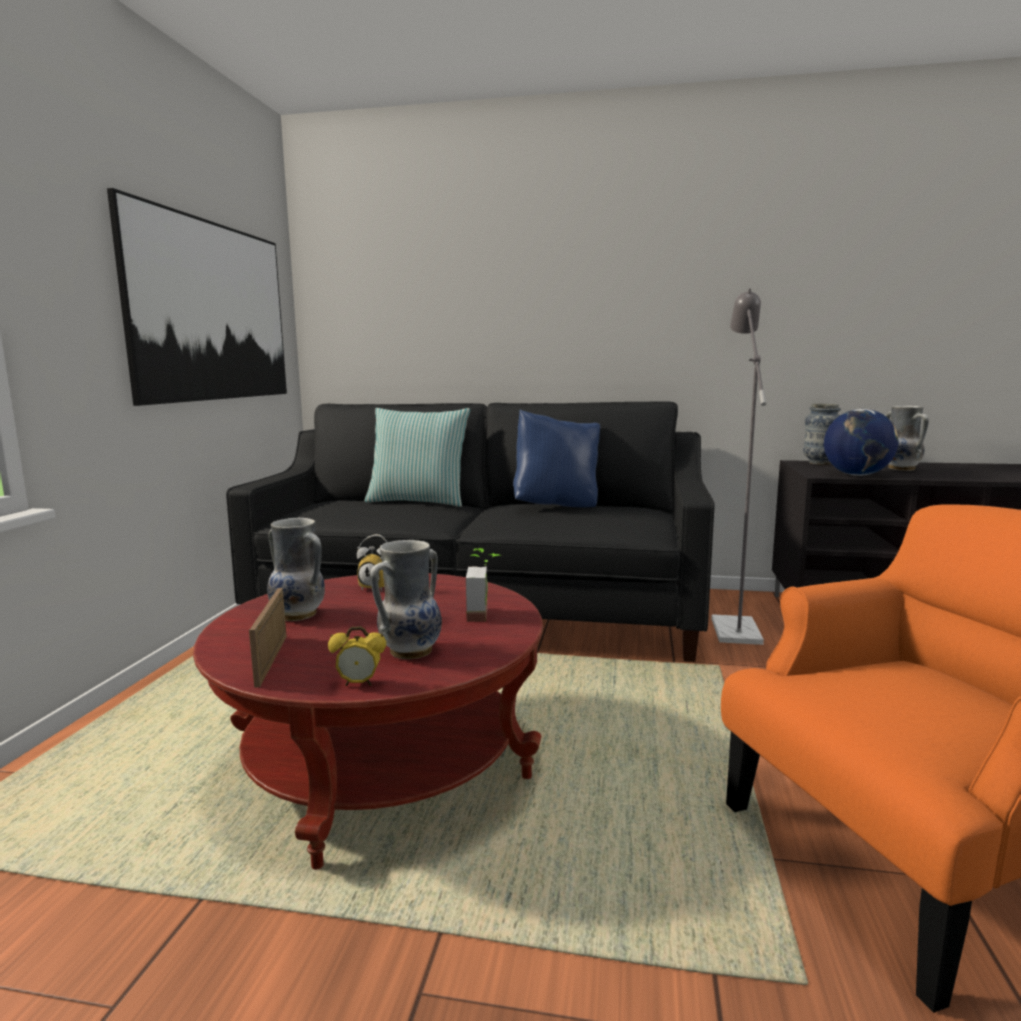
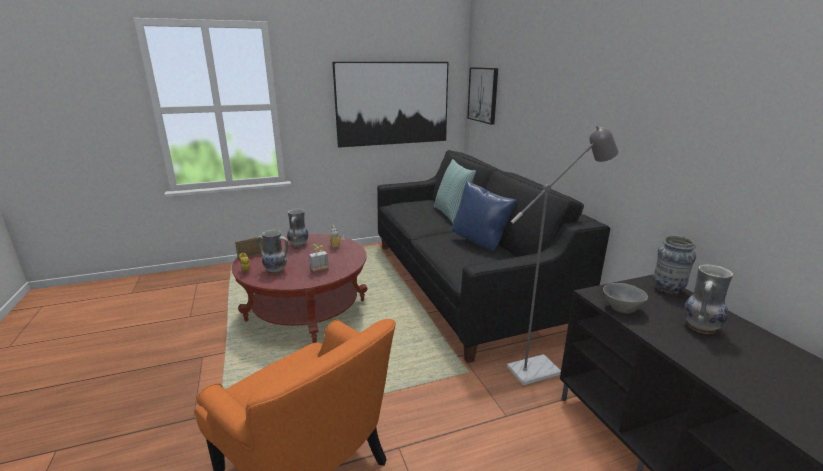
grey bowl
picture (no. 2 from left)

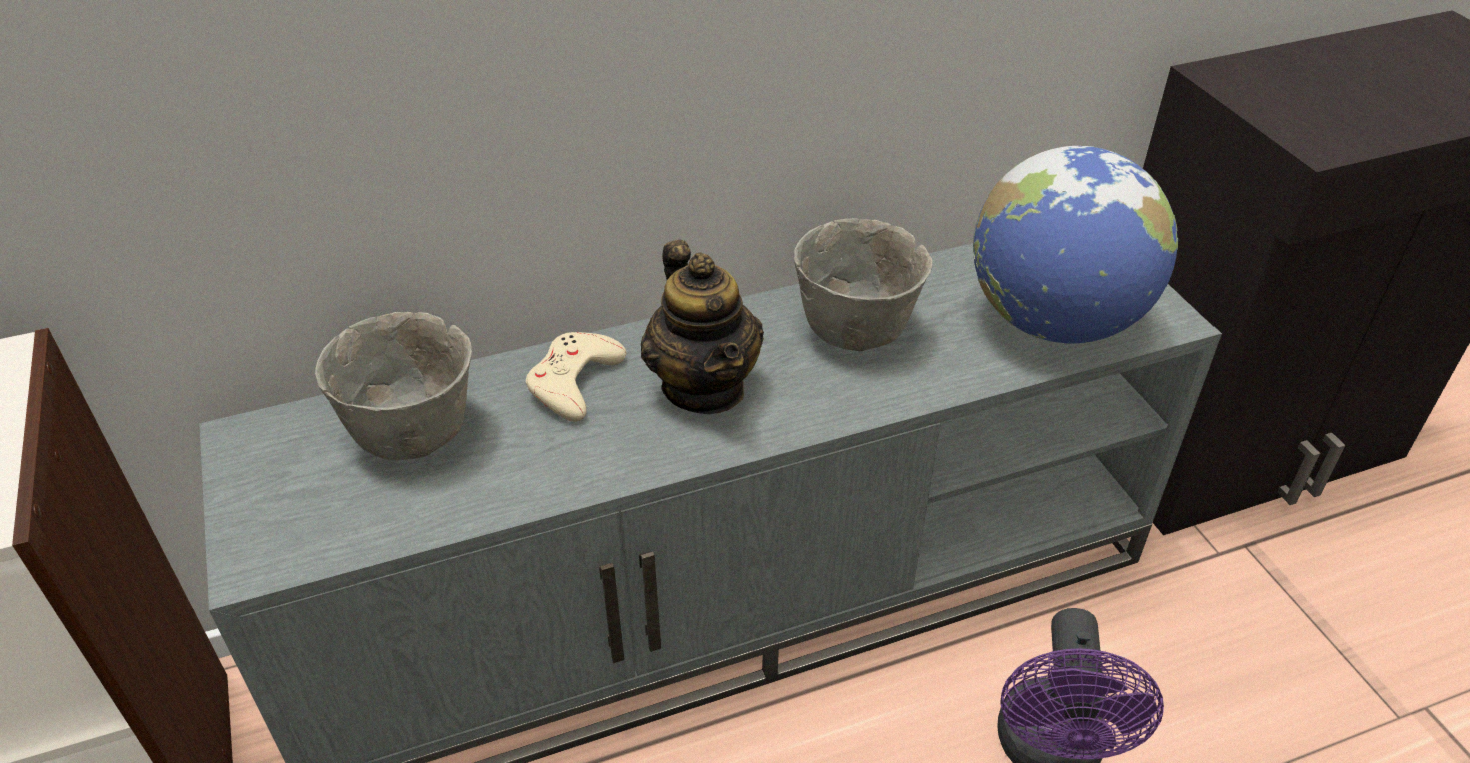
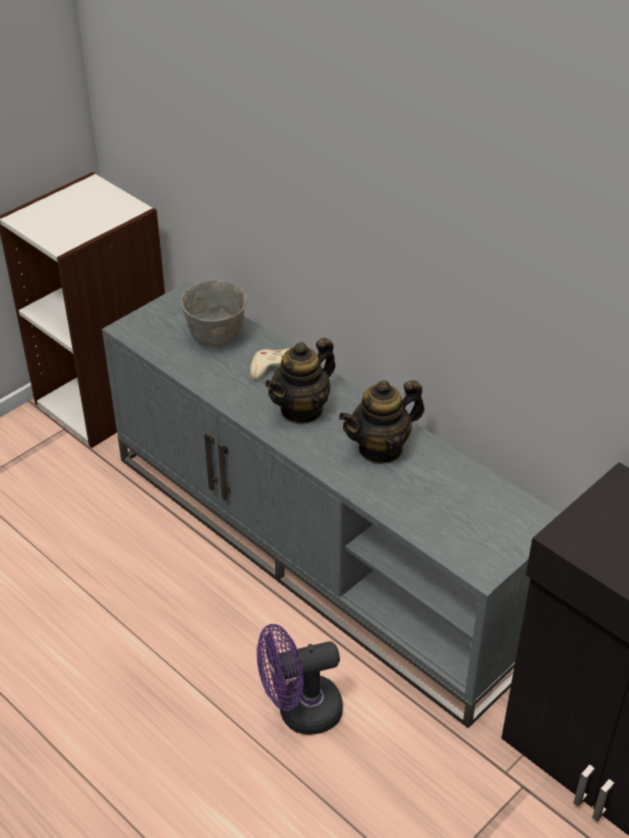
teapot (no. 2 from left)
globe

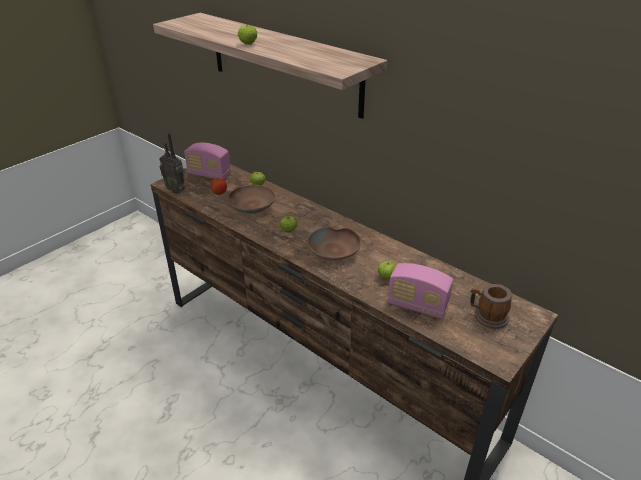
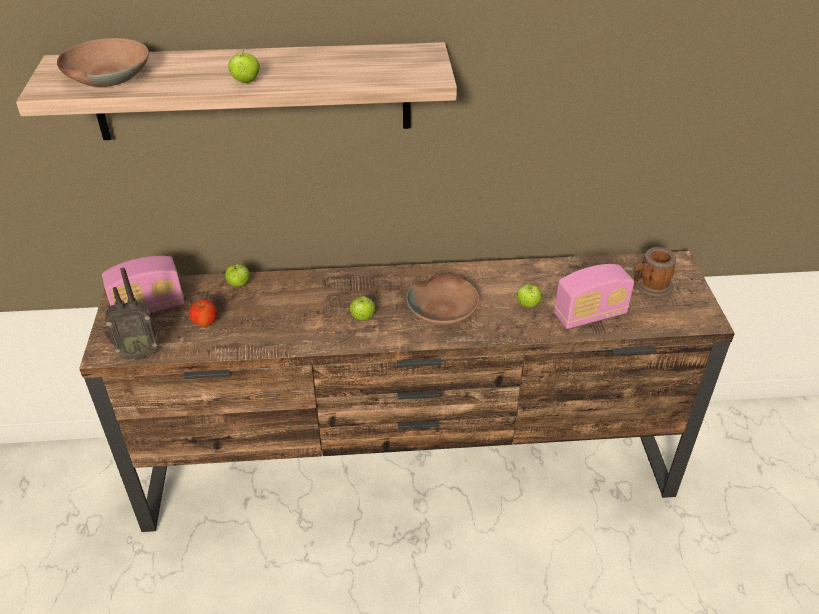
brown bowl (no. 1 from left)

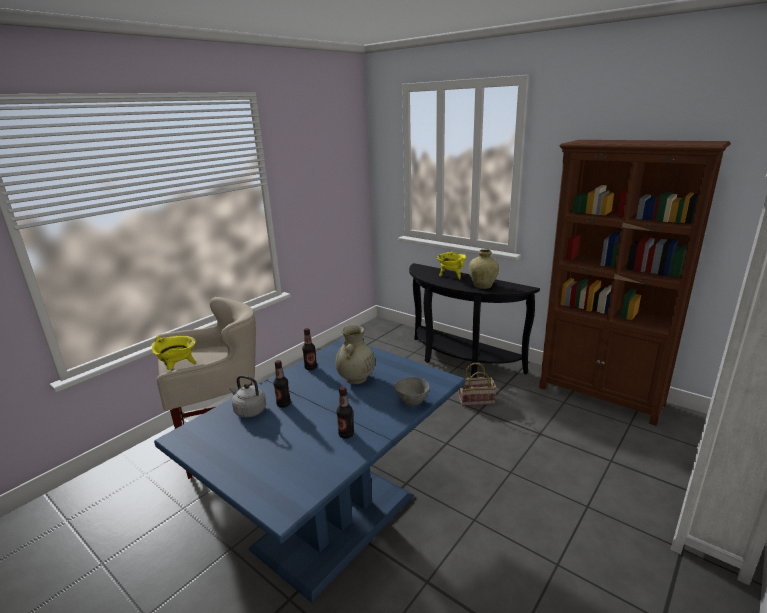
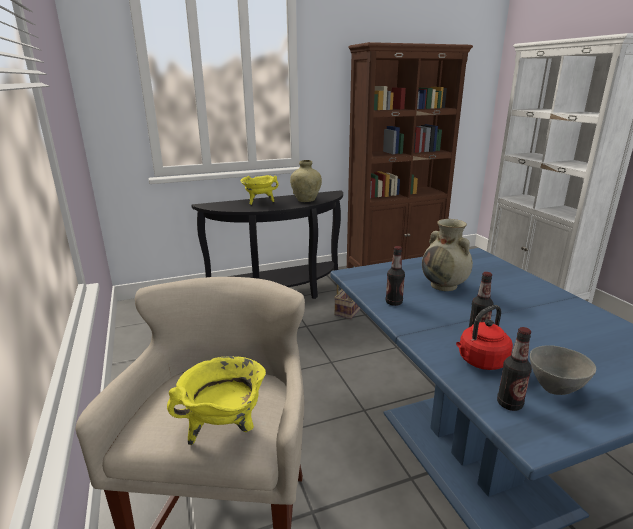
red kettle
bottle (no. 3 from left)
grey bowl

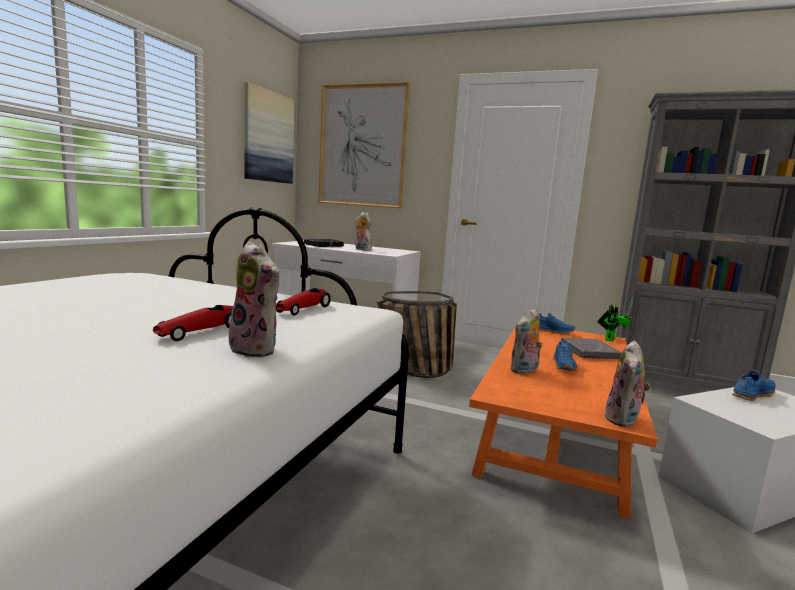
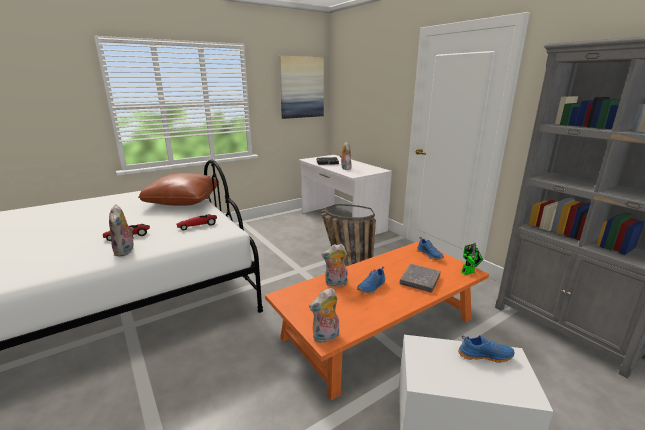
picture (no. 2 from left in the first image)
brown pillow

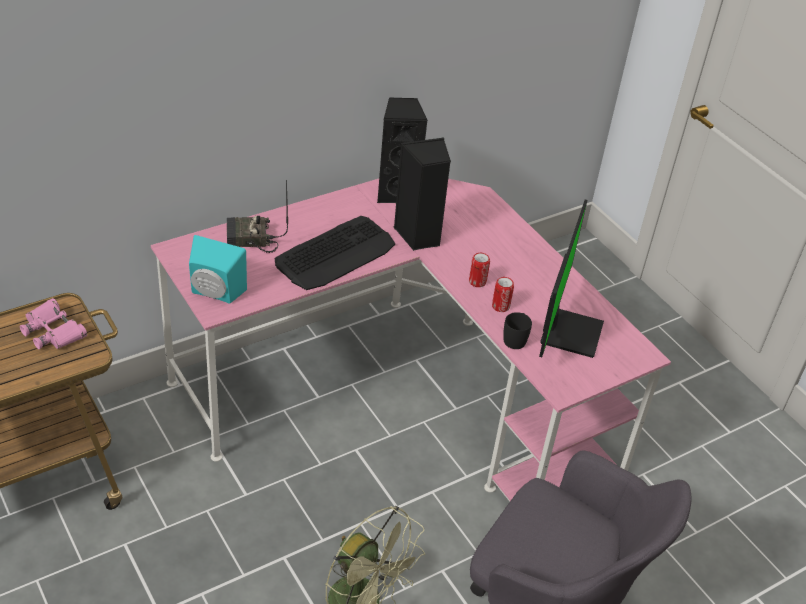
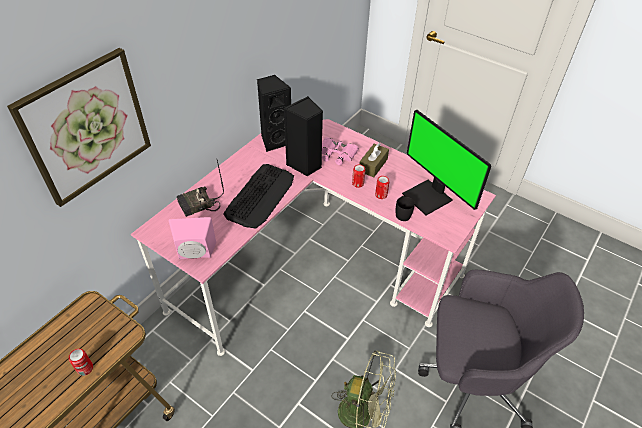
pink binoculars
pink speaker
monitor
picture
can (no. 1 from left)
brown tissue box

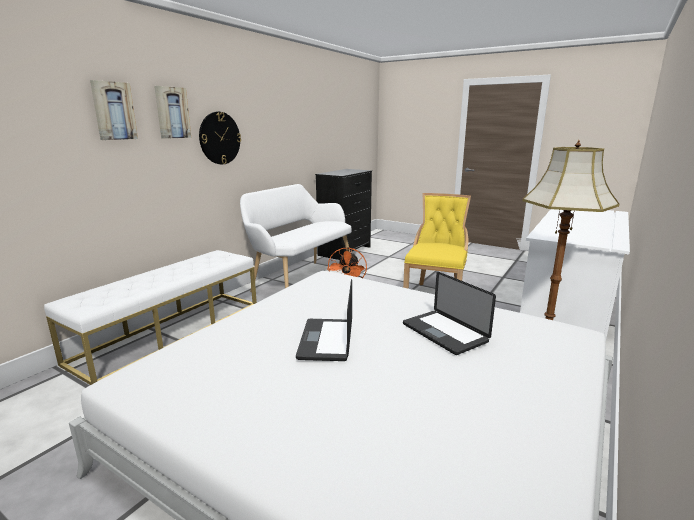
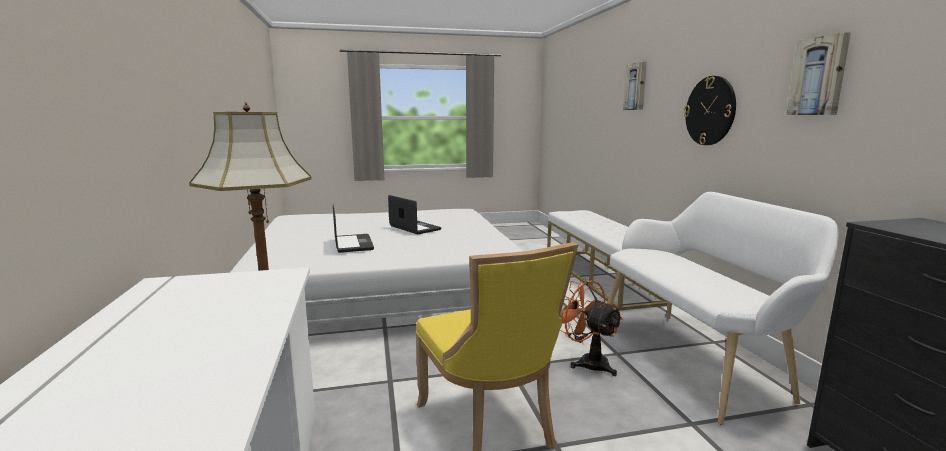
picture (no. 2 from left)
laptop (no. 1 from left)

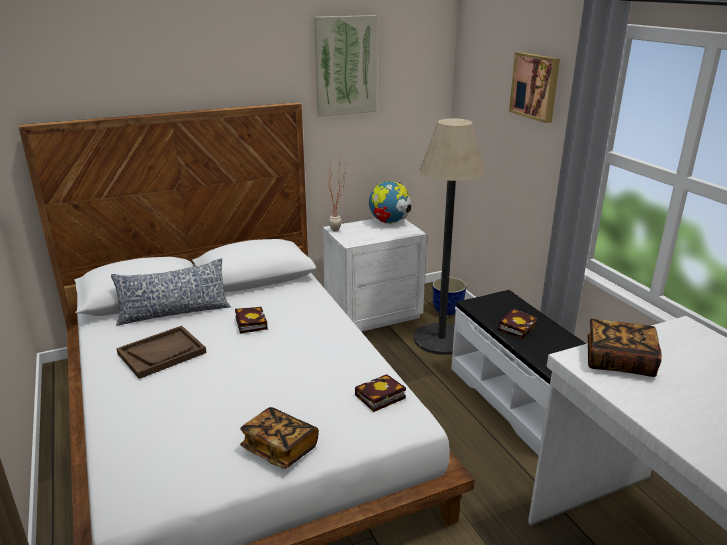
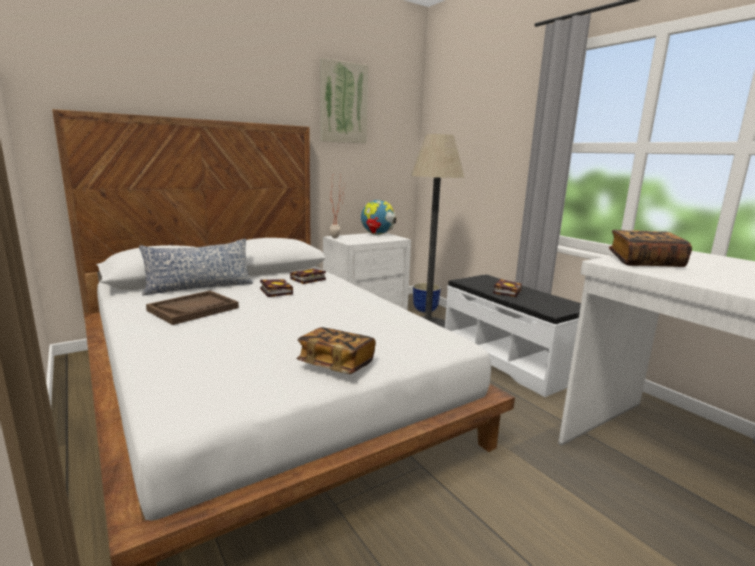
book (no. 2 from left)
picture (no. 2 from left in the first image)

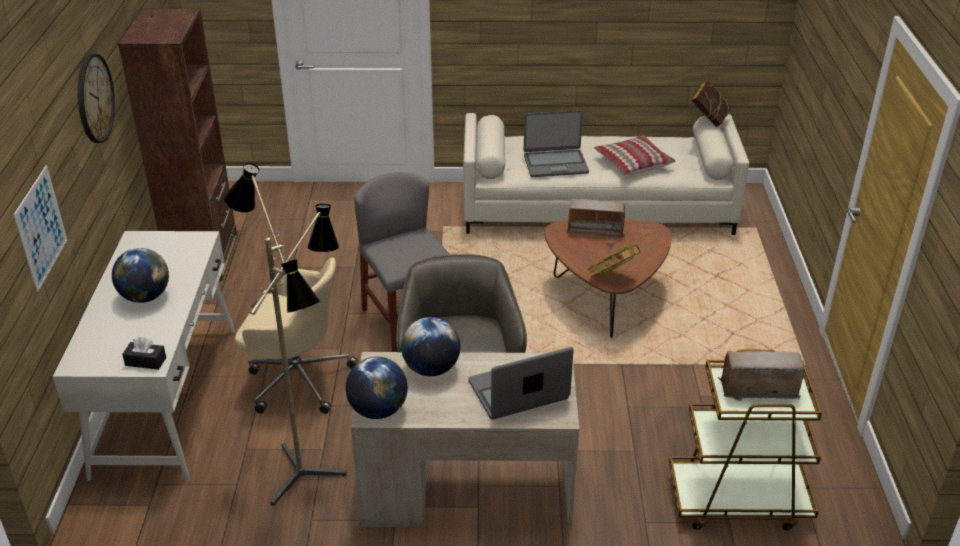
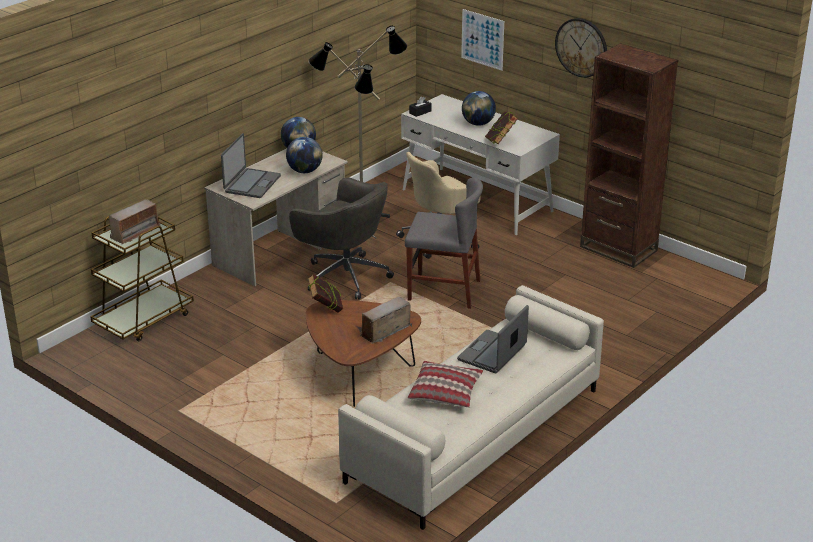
book (no. 2 from left)

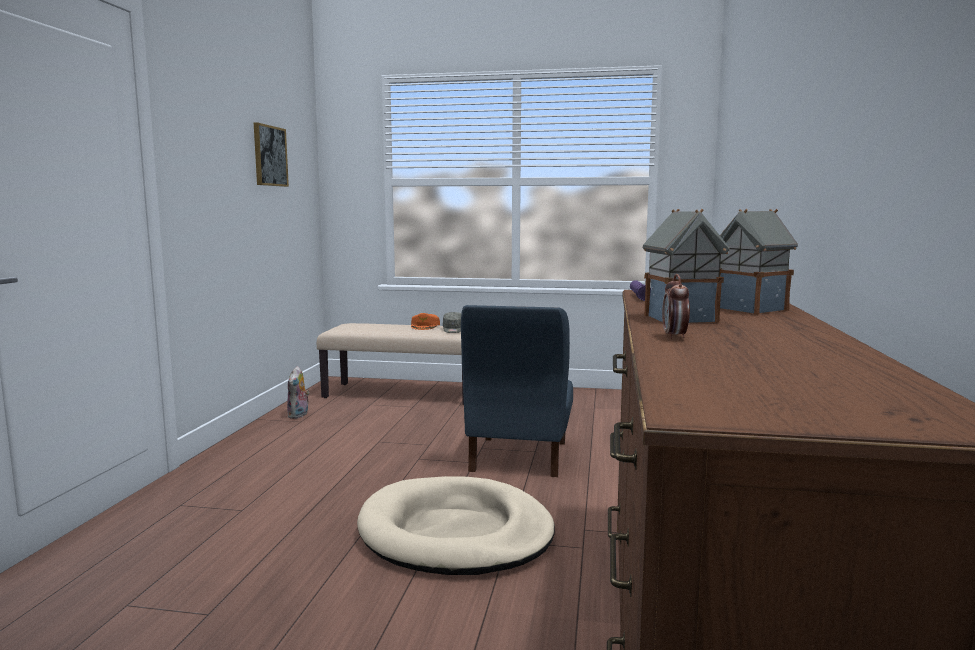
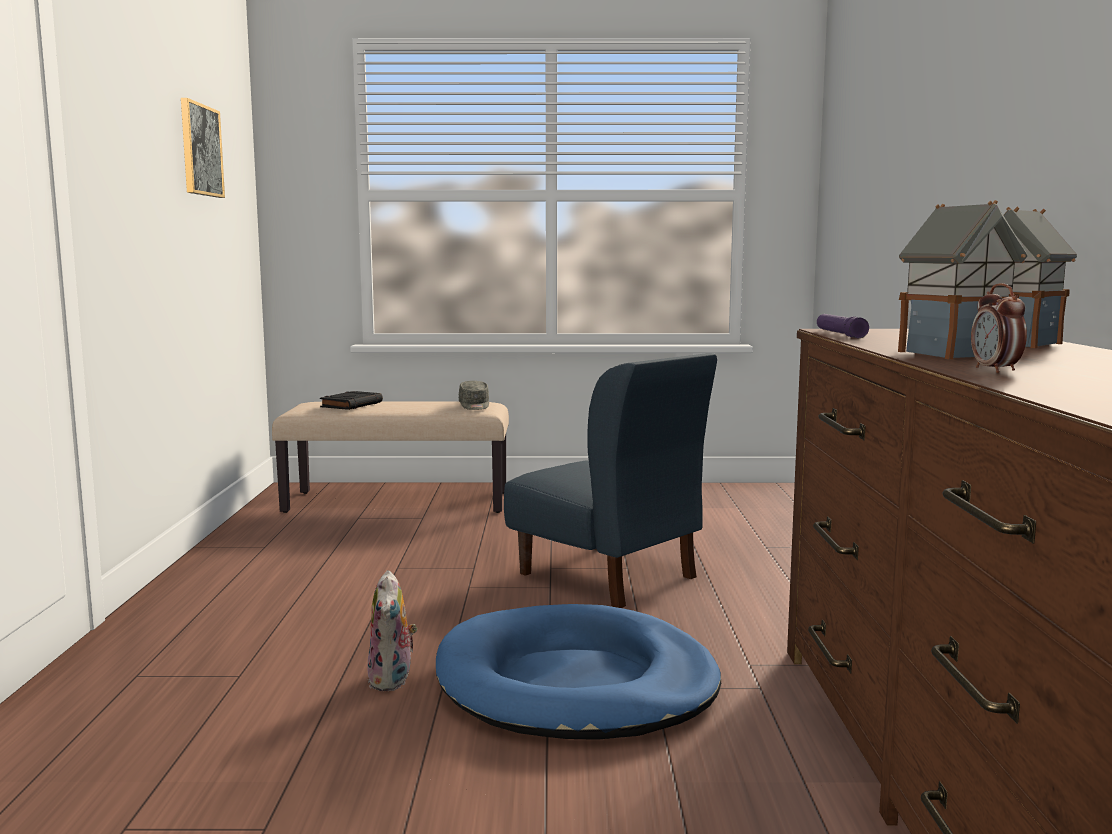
plush toy
blue dog bed
orange cap
blue chair
black book

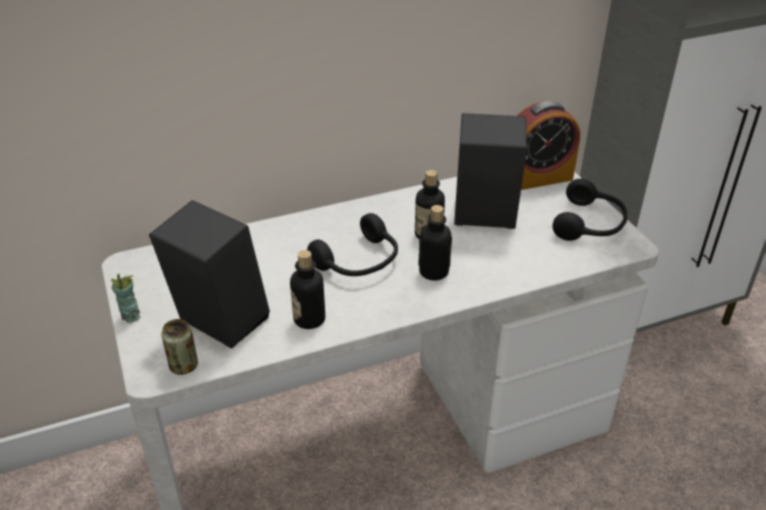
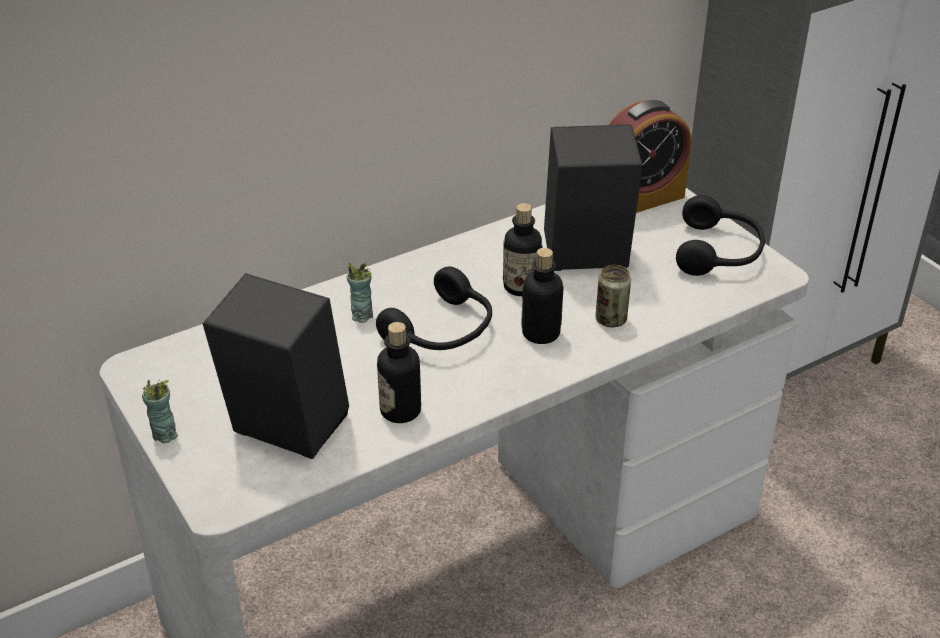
can
cup (no. 2 from left)

